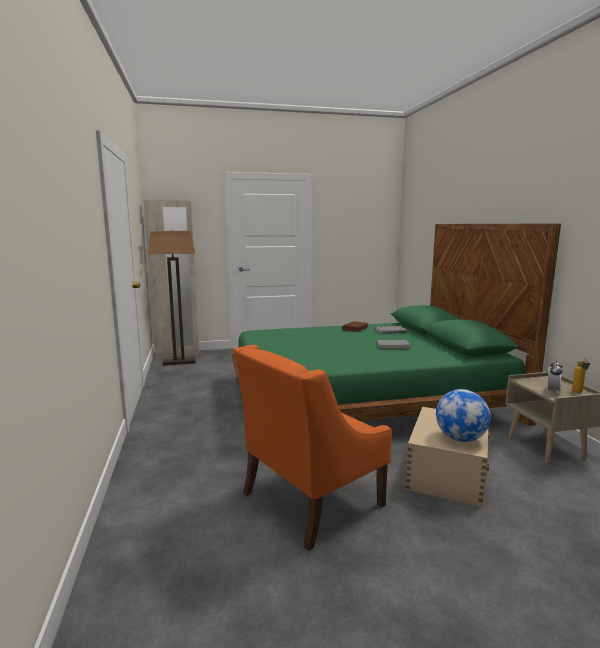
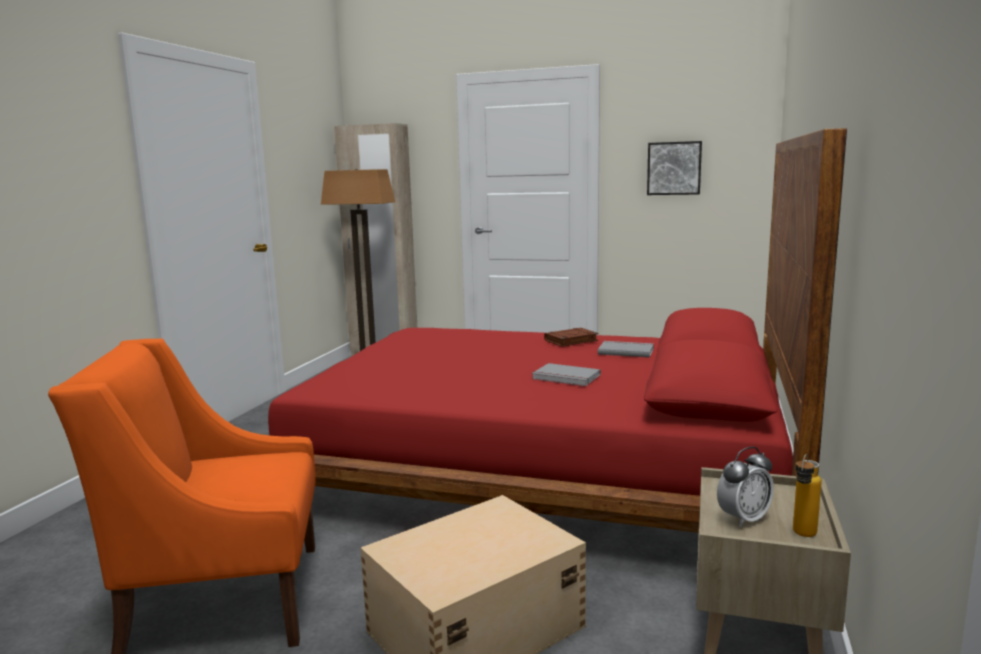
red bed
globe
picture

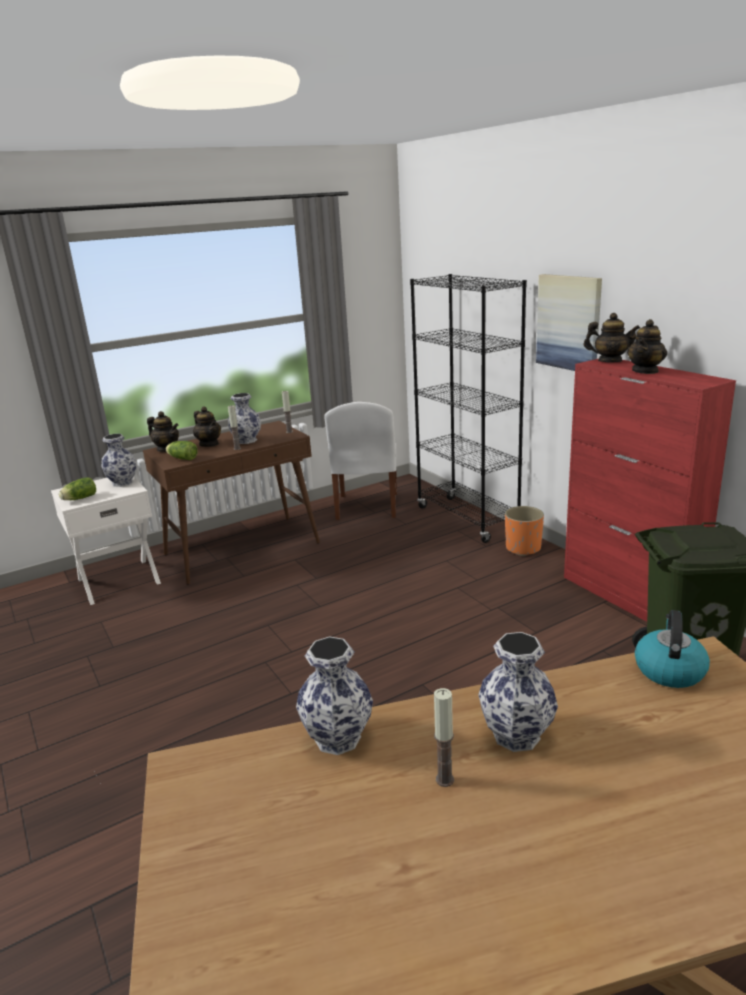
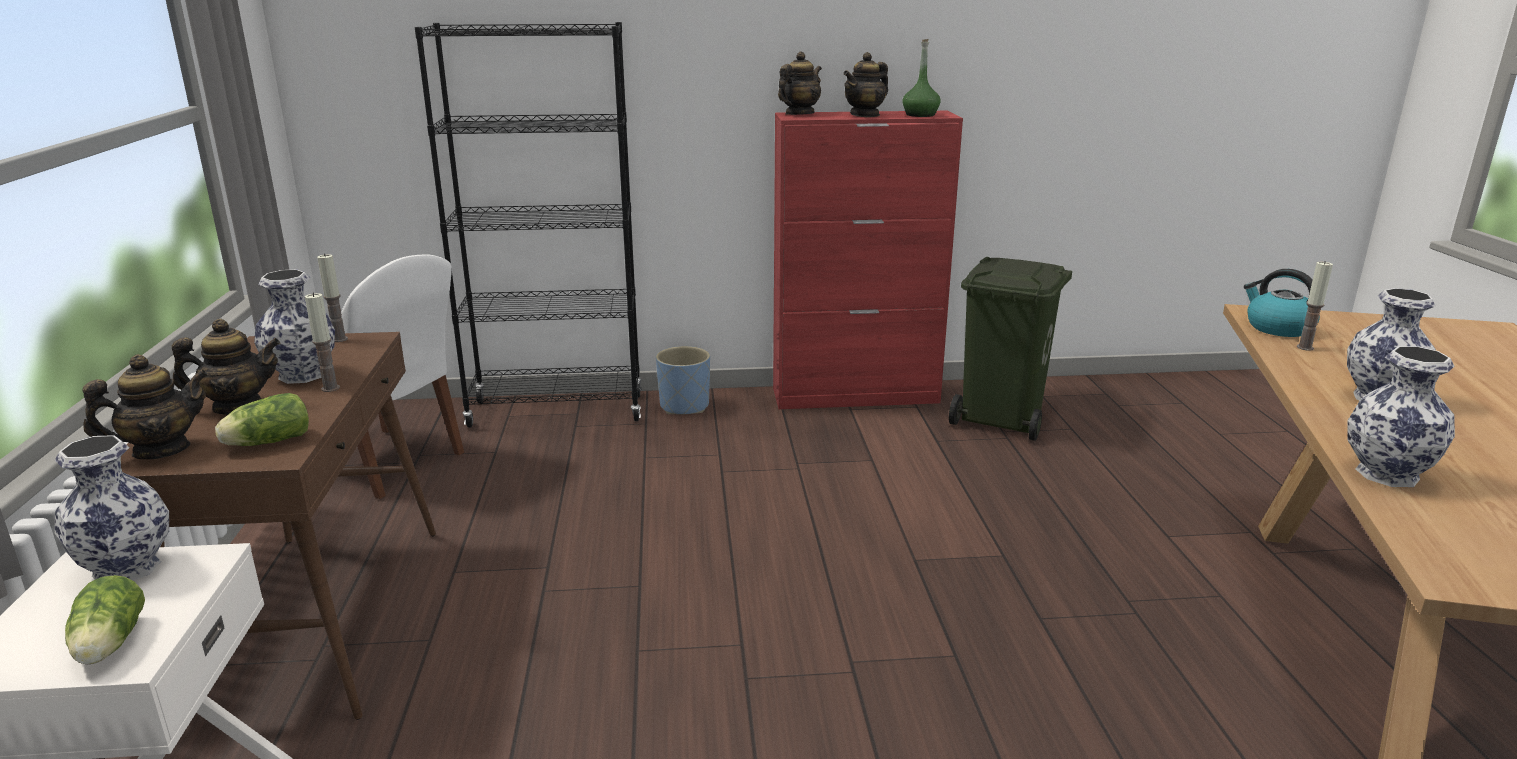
candle (no. 3 from left)
blue planter
picture
teapot (no. 4 from left)
green bottle

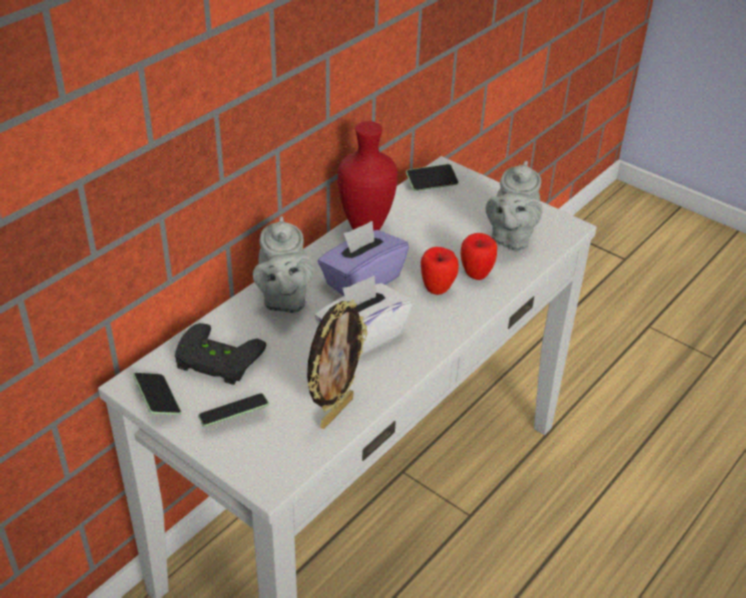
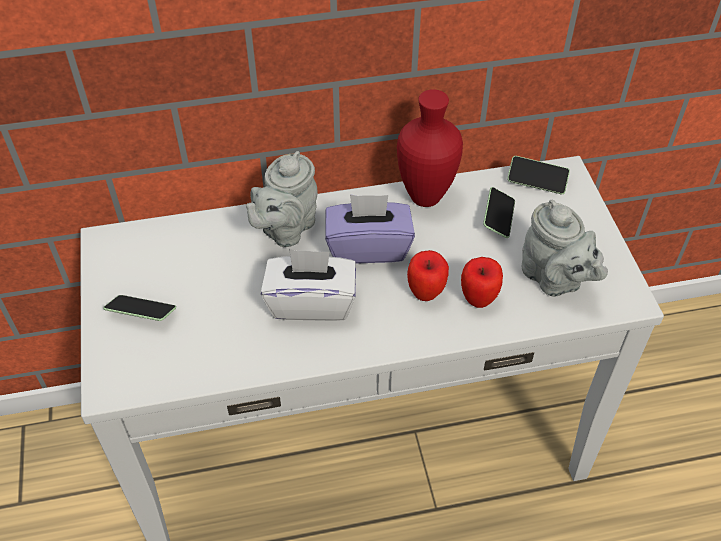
phone (no. 2 from left)
black game controller
picture frame
grey teapot (no. 2 from left)

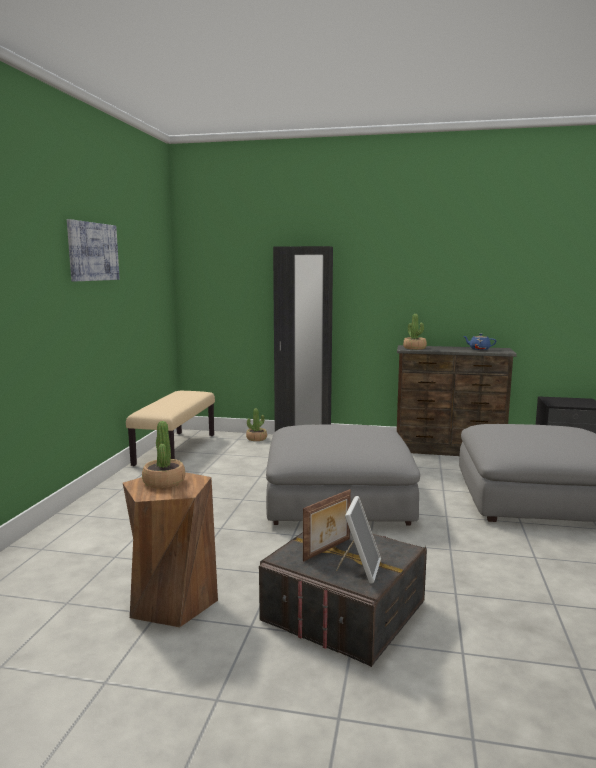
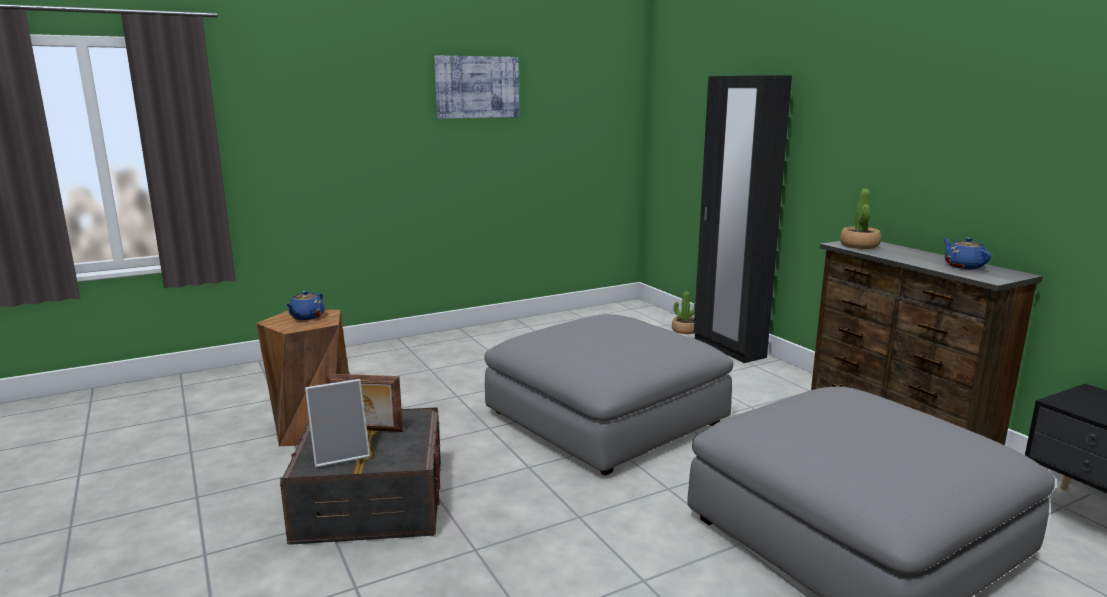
beige bench
blue teapot (no. 1 from left)

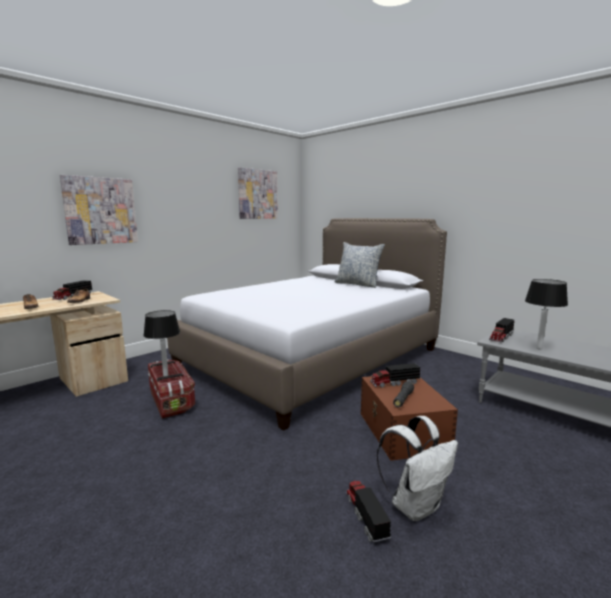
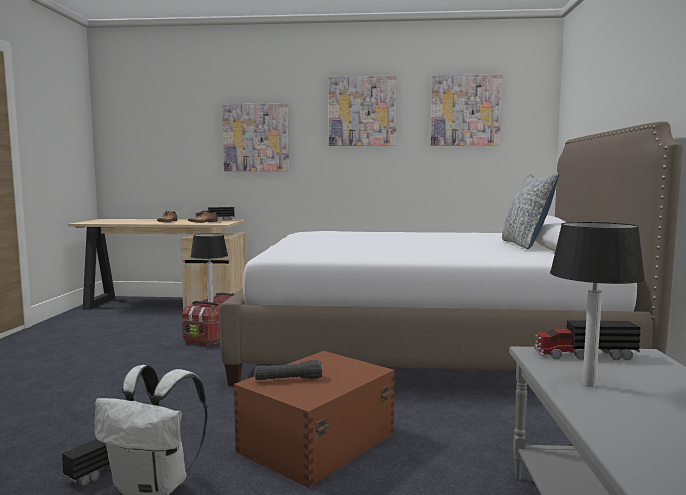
toy truck (no. 3 from left in the first image)
picture (no. 2 from left)

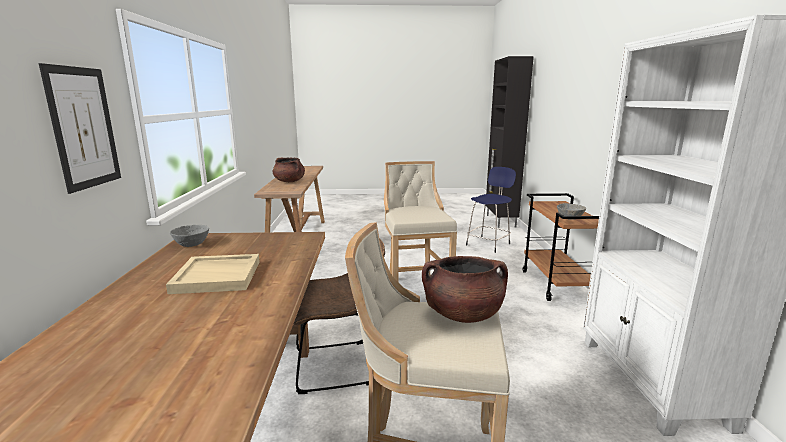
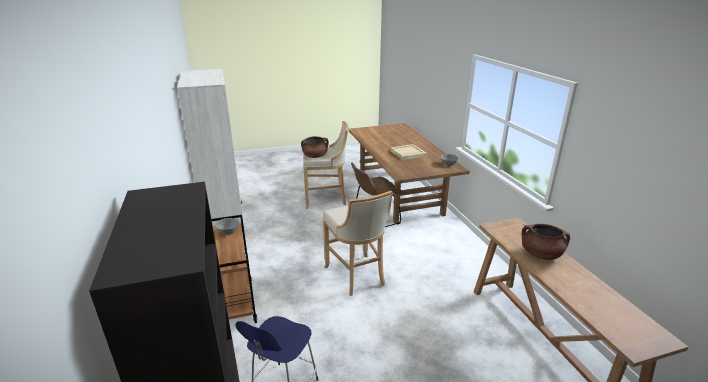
picture

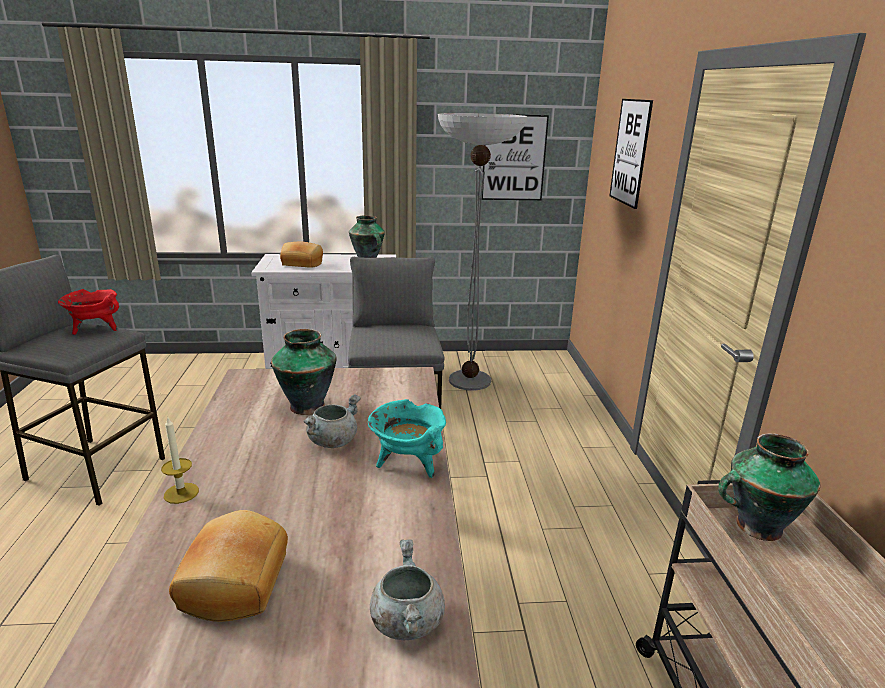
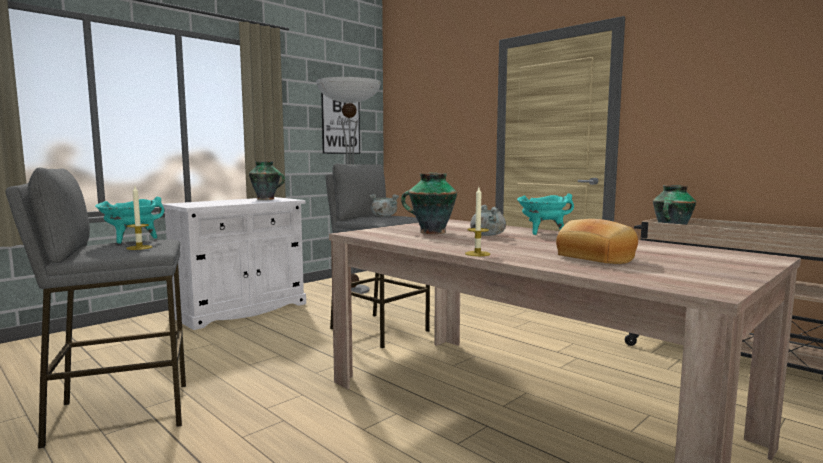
turquoise cooking pot (no. 1 from left)
bread (no. 2 from left in the first image)
grey cooking pot (no. 1 from left)
picture (no. 2 from left in the first image)
candle (no. 1 from left)

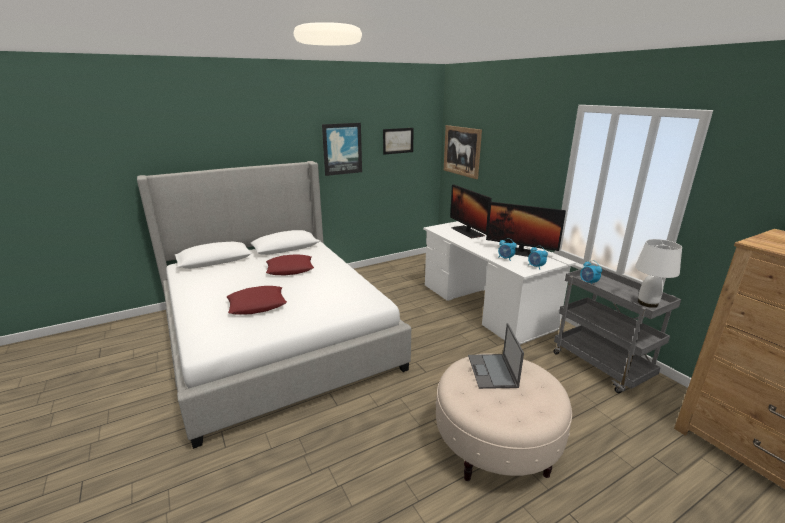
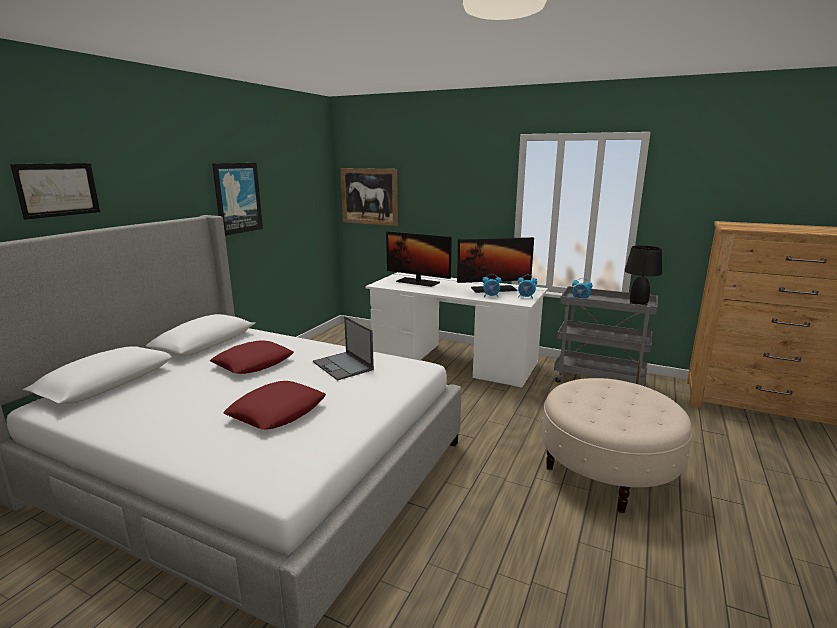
picture (no. 1 from left)
laptop
black table lamp

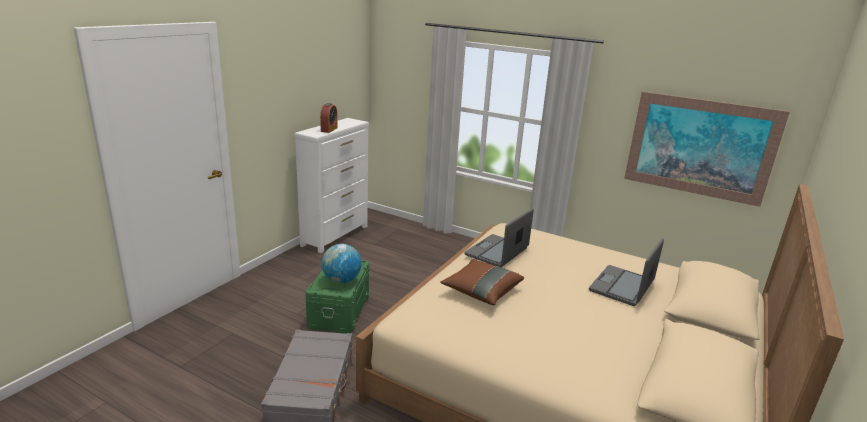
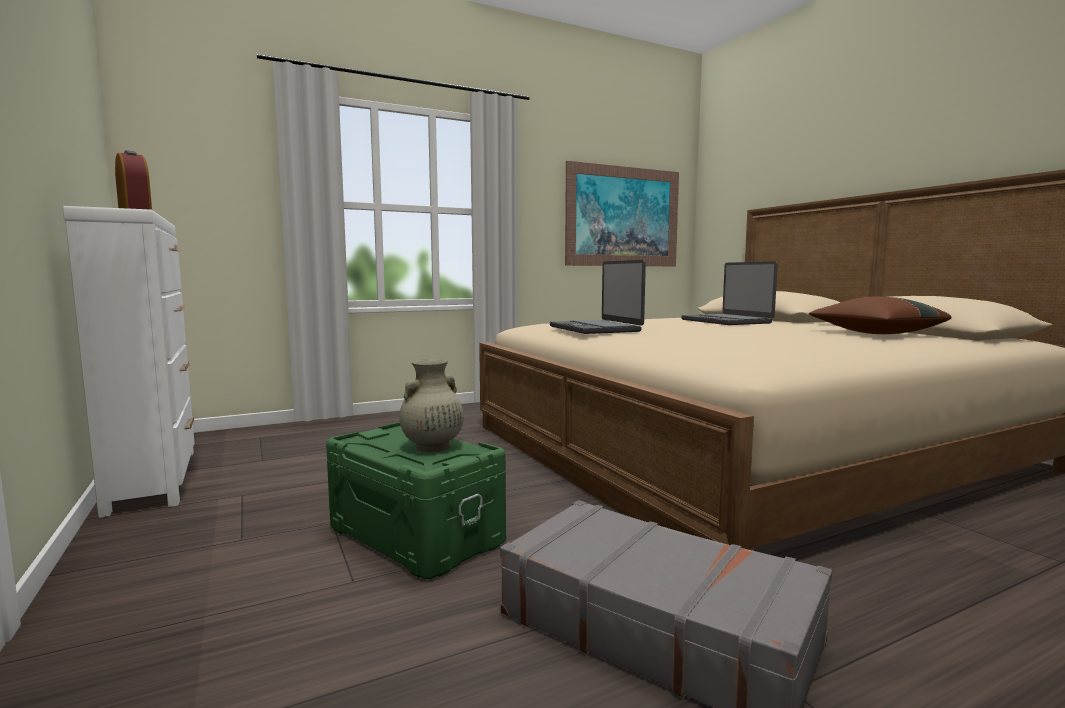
beige vase
brown pillow

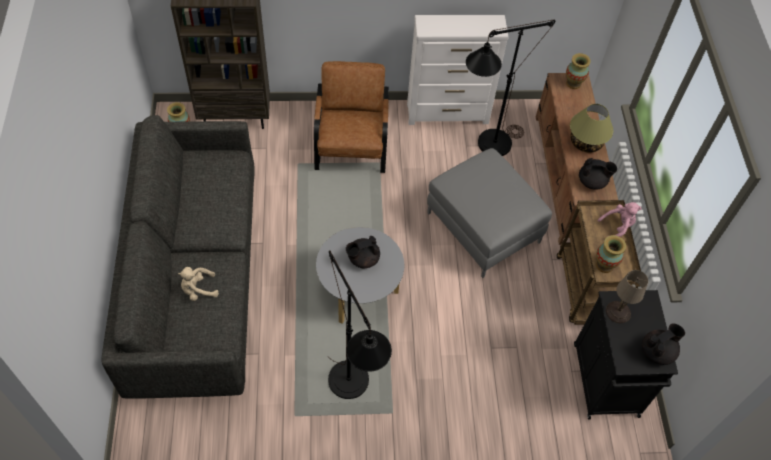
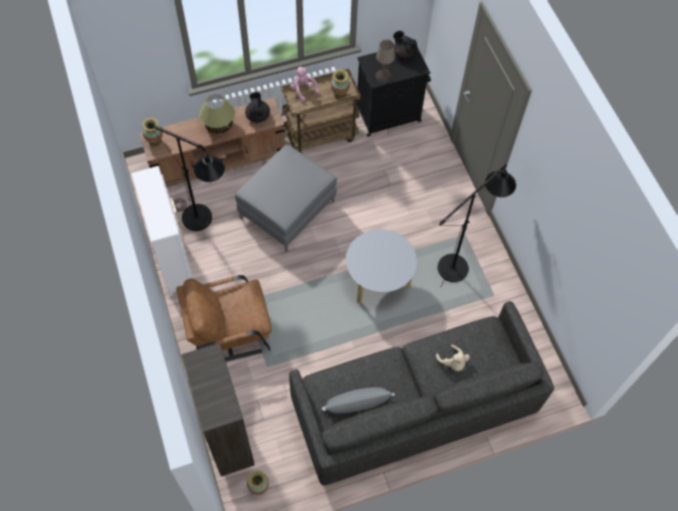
black teapot (no. 1 from left in the first image)
grey pillow

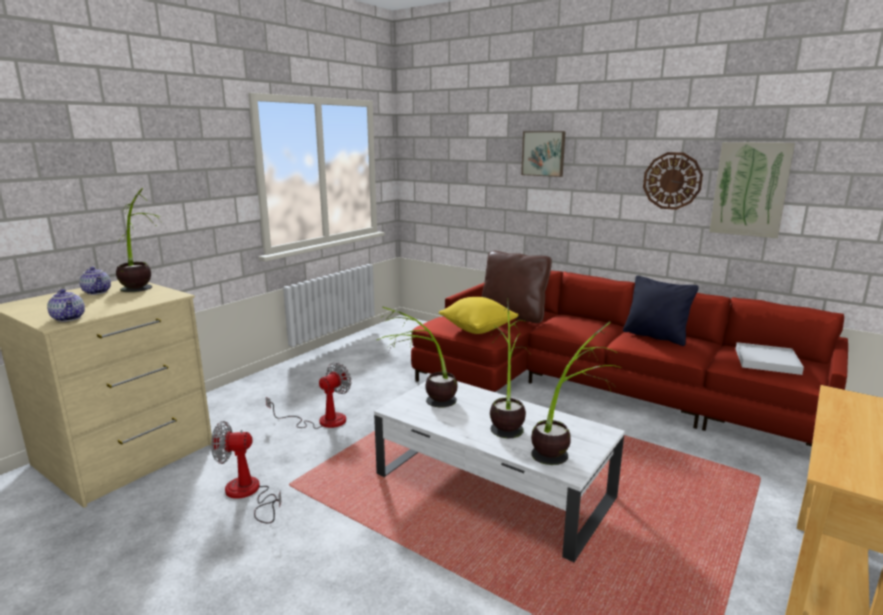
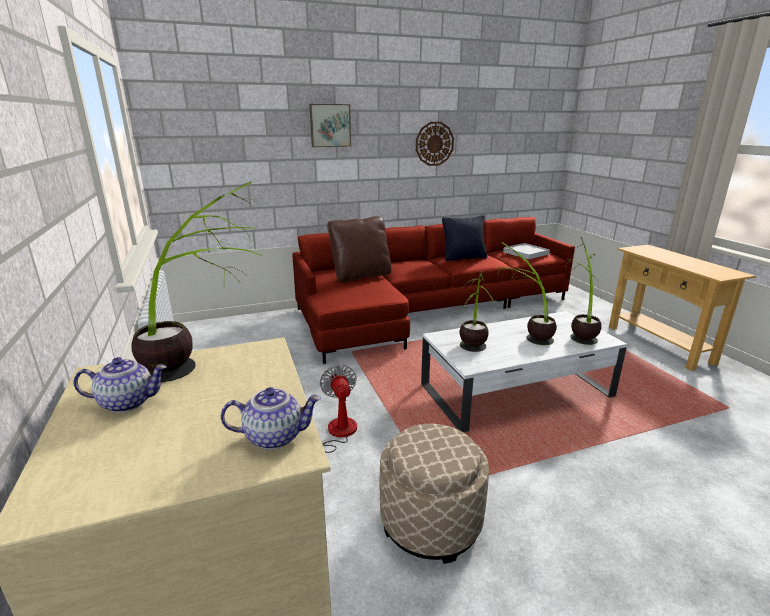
beige ottoman
yellow pillow
picture (no. 2 from left in the first image)

